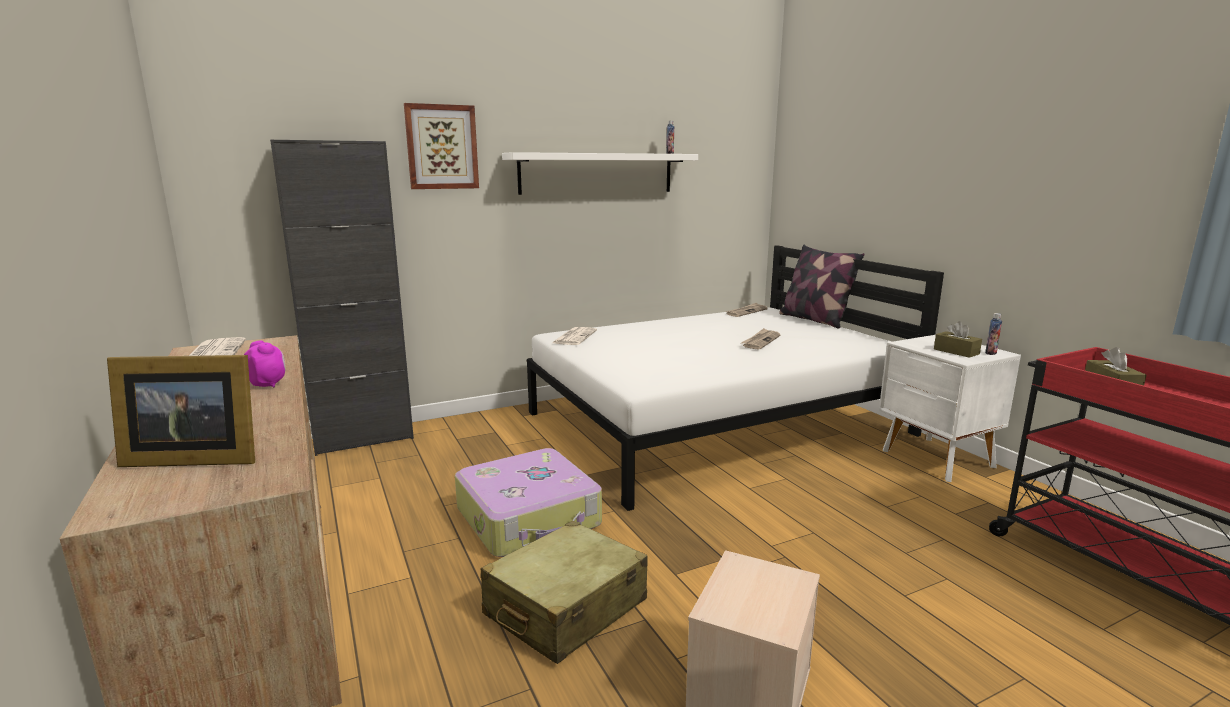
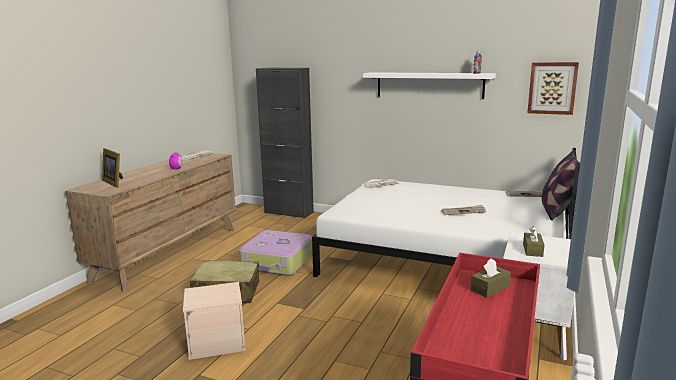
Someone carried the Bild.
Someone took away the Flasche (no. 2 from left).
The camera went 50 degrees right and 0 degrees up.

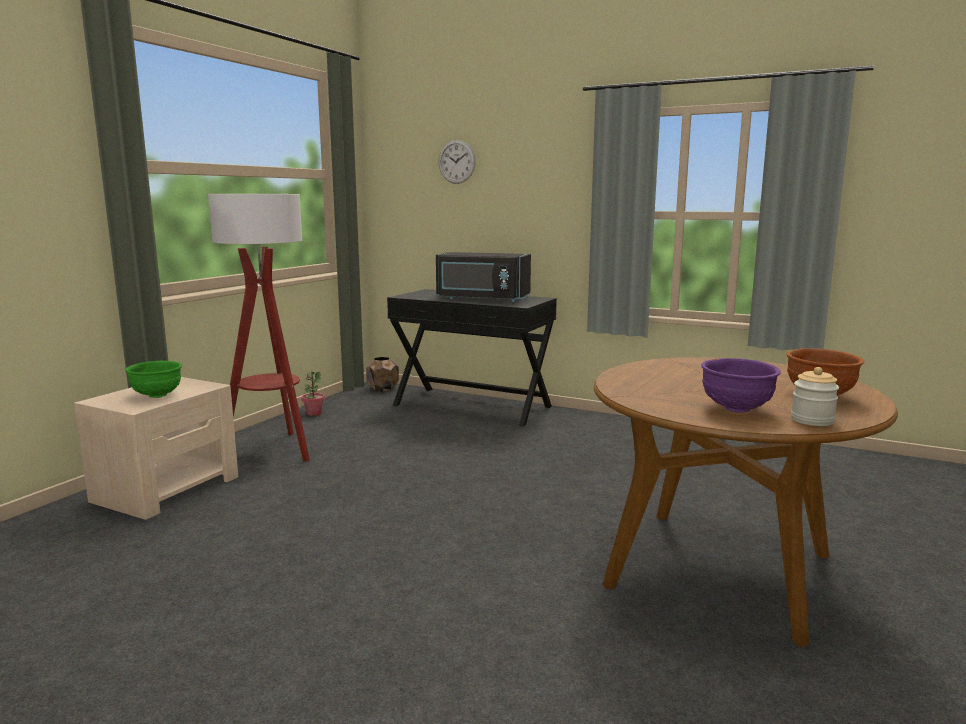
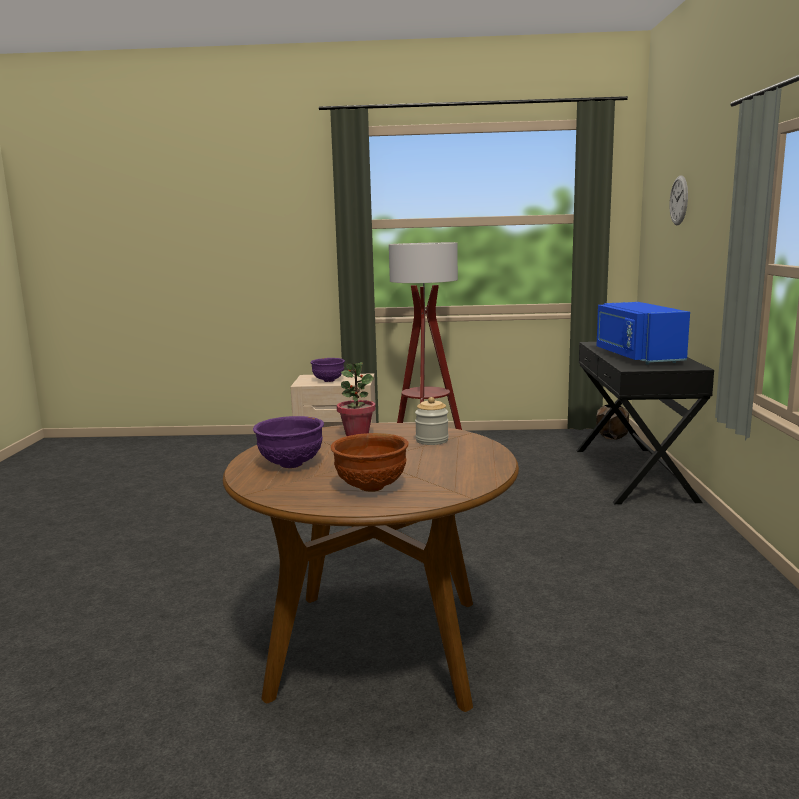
Someone repainted the Schüssel/grün, which became the Schüssel/lila (no. 2 from left).
Someone carried the Topfpflanze.
Someone carried the Vorratsglas.
Someone repainted the Mikrowelle/schwarz, which became the Mikrowelle/blau.
The camera went 65 degrees right and 0 degrees up.

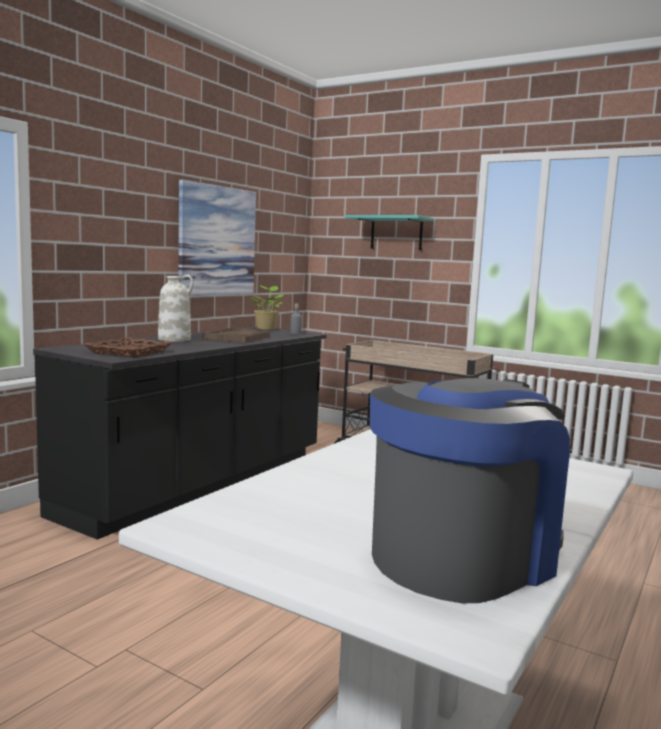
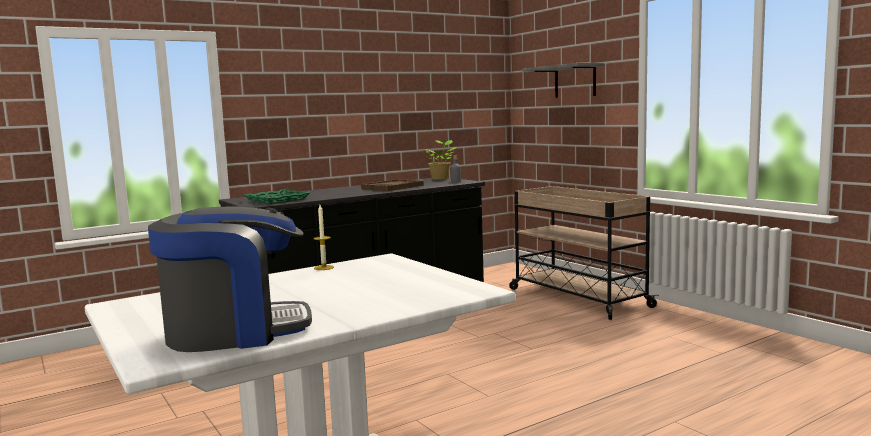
Someone repainted the Tablett/braun (no. 1 from left), which became the Tablett/grün.
Someone put down the Kerze.
Someone repainted the Wandregal/türkis, which became the Wandregal/grau.
Someone took away the Vase/weiß.
Someone took away the Bild.
The camera went 25 degrees right and 0 degrees up.

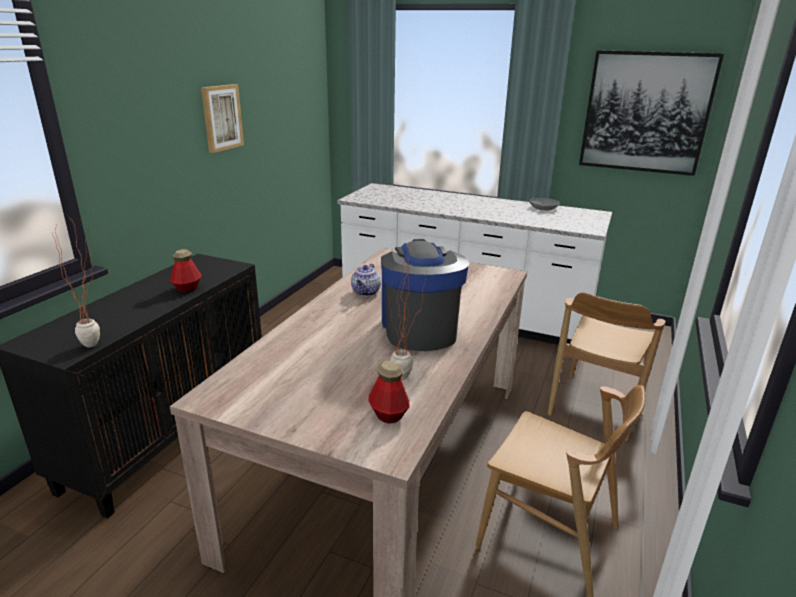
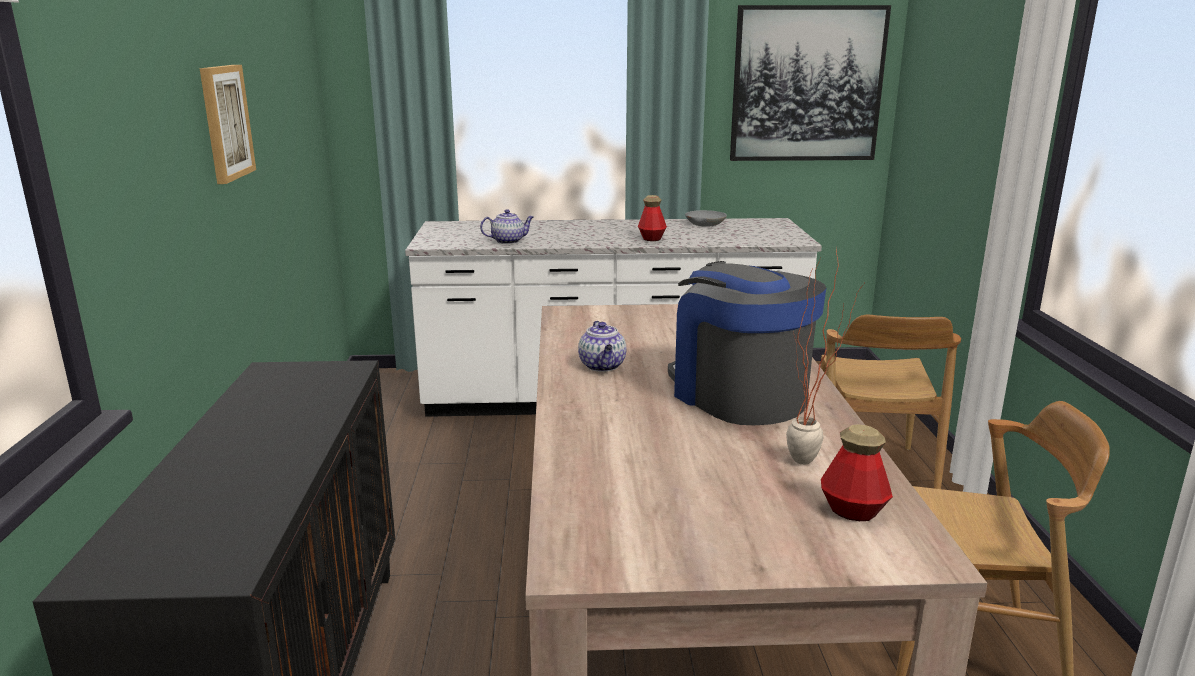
Someone put down the Teekanne (no. 1 from left).
Someone carried the Flasche (no. 1 from left).
Someone took away the Topfpflanze (no. 1 from left).
The camera went 25 degrees left and 5 degrees down.

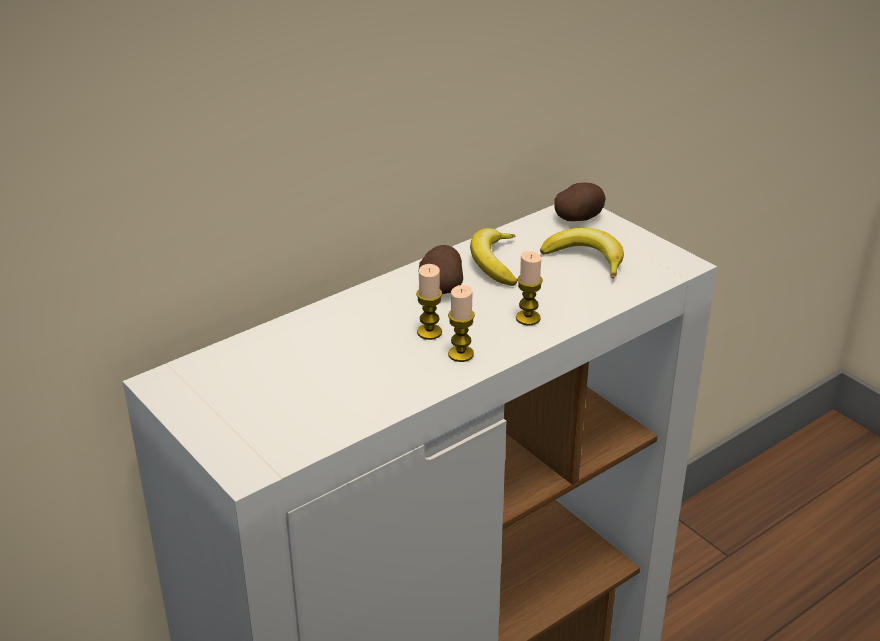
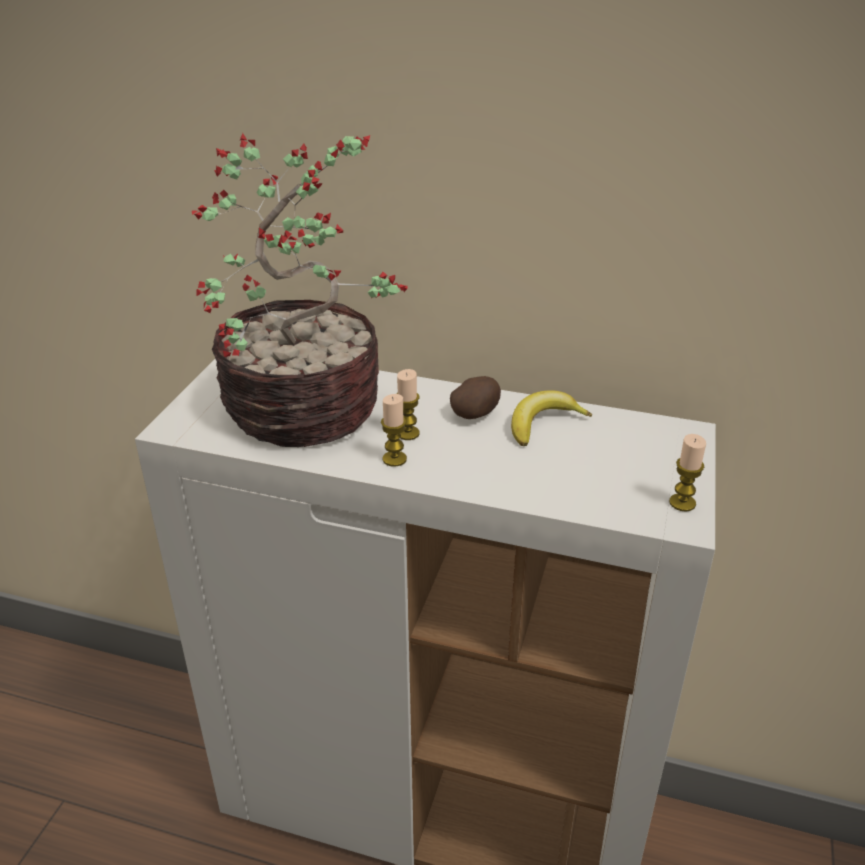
Someone put down the Topfpflanze.
Someone carried the Kerze (no. 3 from left).
Someone took away the Banane (no. 2 from left).
Someone took away the Kartoffel (no. 2 from left).
The camera went 55 degrees right and 0 degrees up.

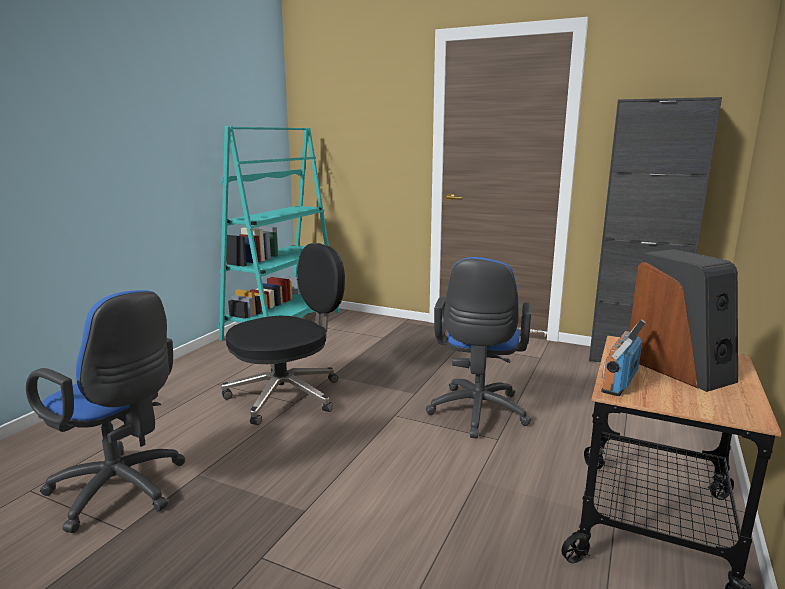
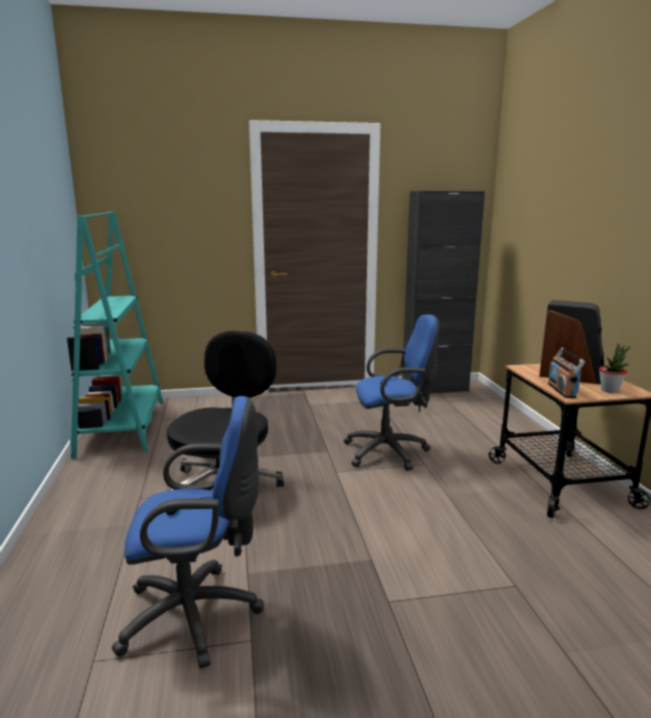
Someone rotated the Bürostuhl/blau (no. 2 from left) by 75 degrees counterclockwise.
Someone put down the Topfpflanze.
The camera went 35 degrees left and 0 degrees up.

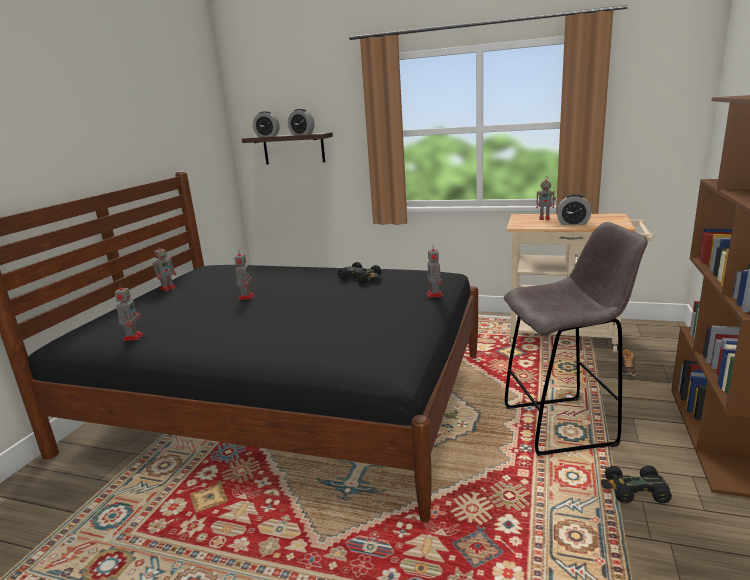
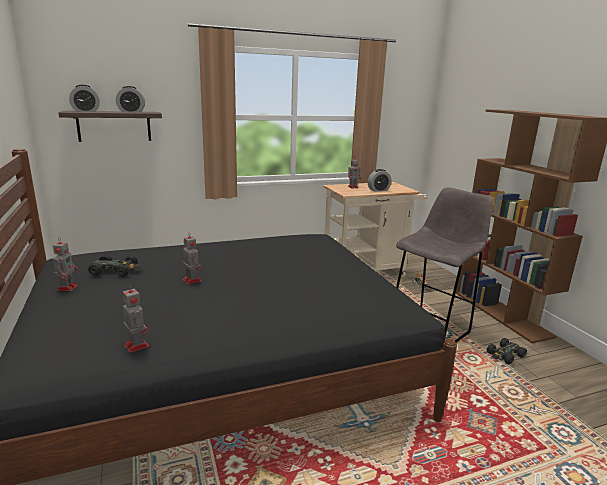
Someone carried the Spielzeugauto/schwarz (no. 1 from left).
Someone took away the Spielzeugroboter (no. 4 from left).
The camera went 40 degrees left and 0 degrees up.

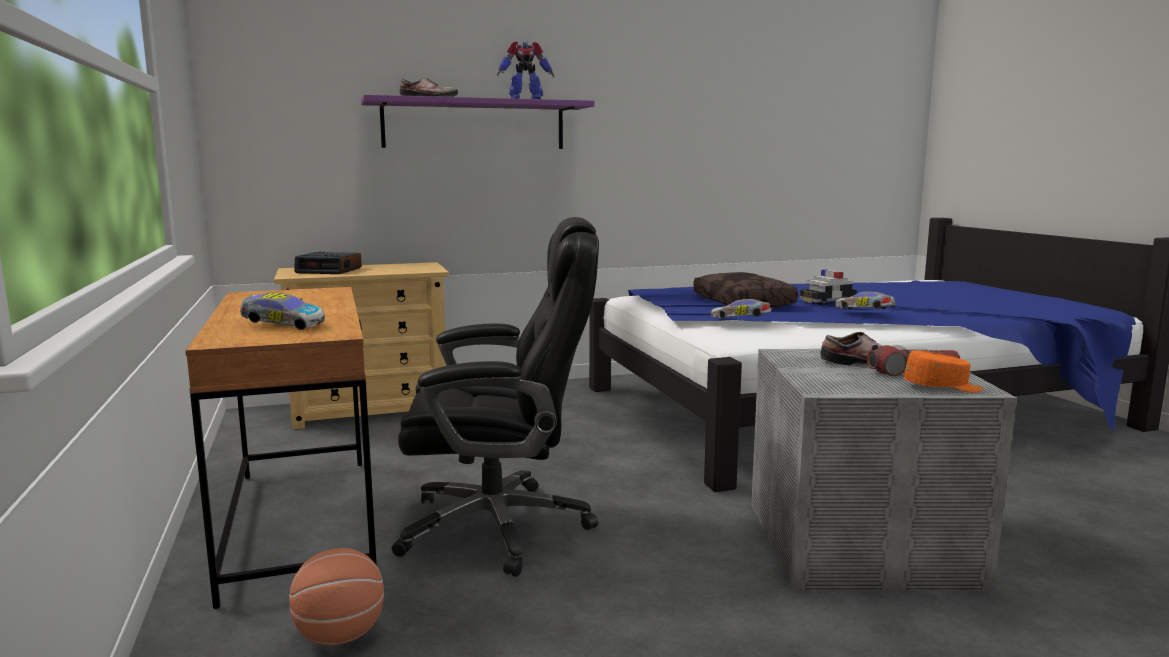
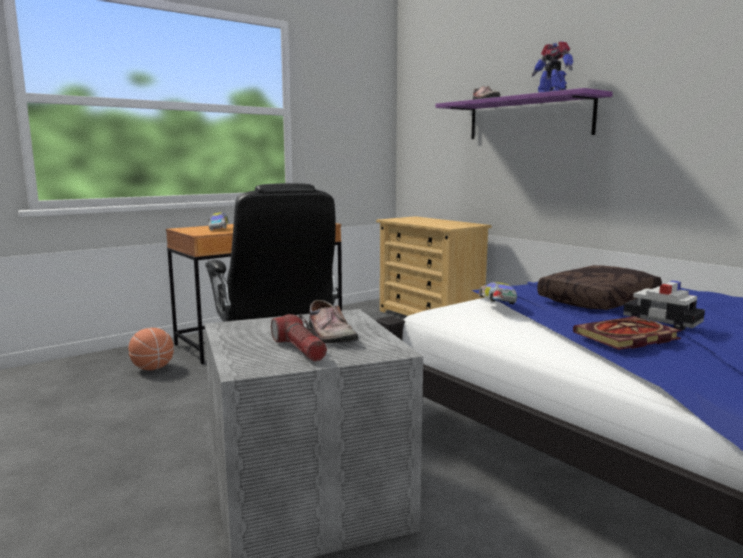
Someone swapped the Spielzeugauto (no. 4 from left) for the Buch.
Someone took away the Wecker.
Someone took away the Kappe/orange.
The camera went 70 degrees right and 0 degrees up.

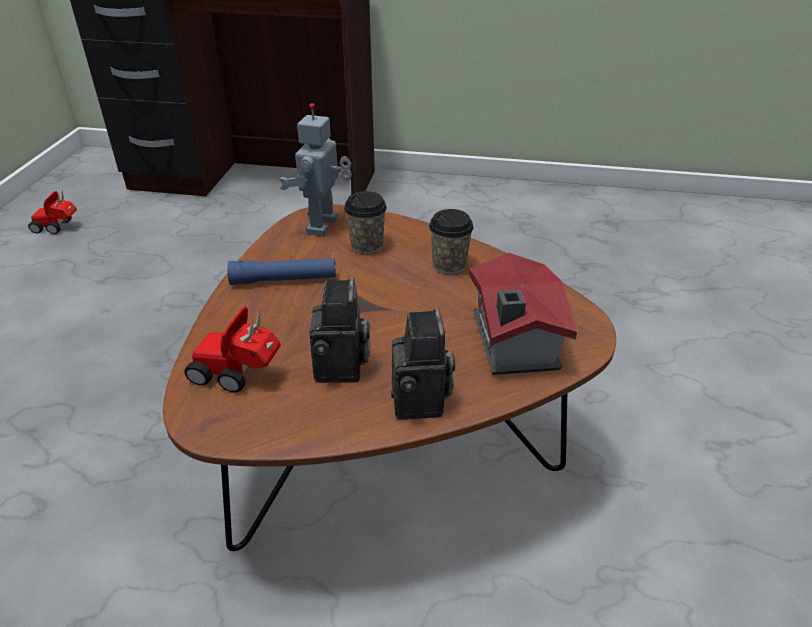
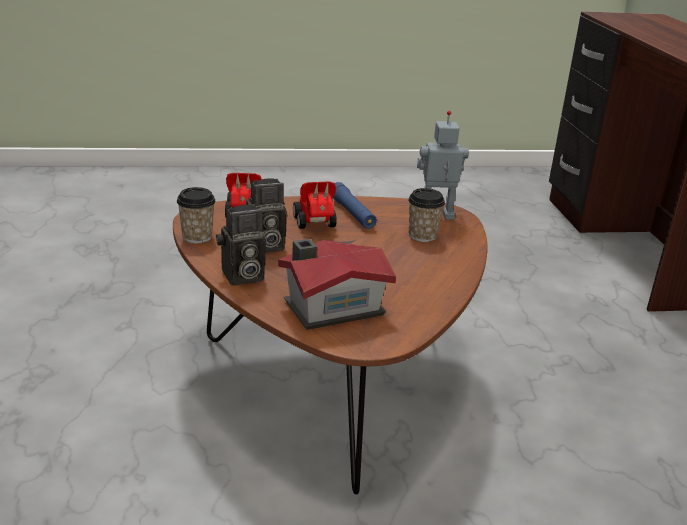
Someone carried the Tasse (no. 2 from left in the first image).
Someone carried the Spielzeugauto (no. 1 from left in the first image).
The camera went 70 degrees right and 10 degrees down.

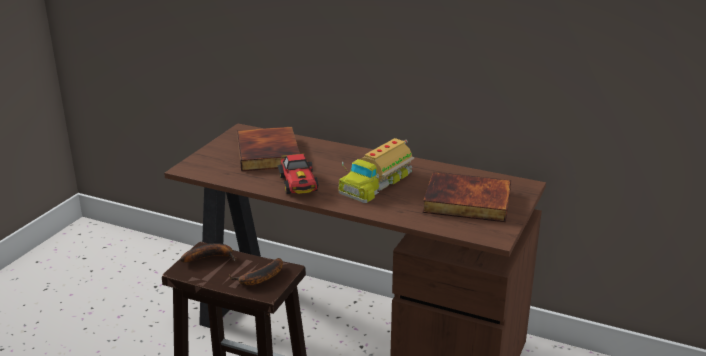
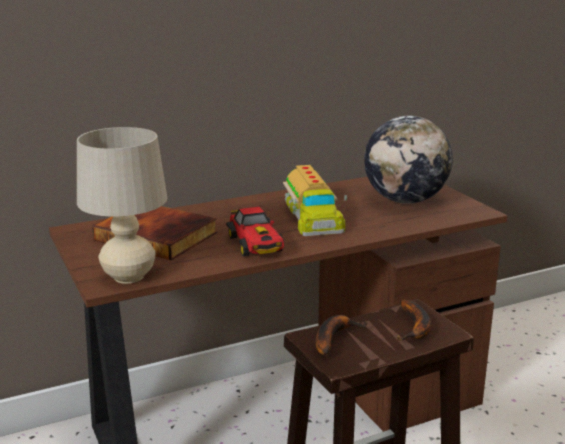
Someone put down the Tischlampe/beige.
Someone rotated the Spielzeugauto by 45 degrees clockwise.
Someone swapped the Buch (no. 2 from left) for the Globus.
The camera went 50 degrees left and 5 degrees down.

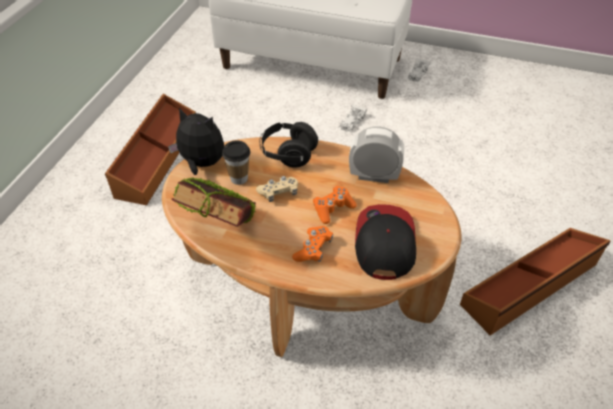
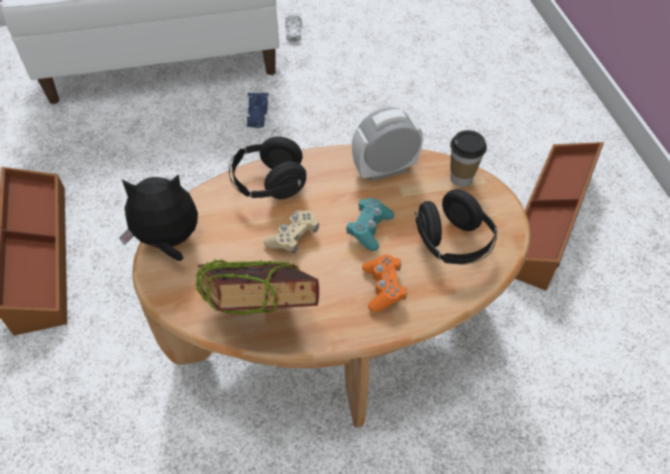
Someone repainted the Spielzeugauto/weiß (no. 1 from left), which became the Spielzeugauto/blau.
Someone repainted the Gamepad/orange (no. 2 from left), which became the Gamepad/türkis.
Someone swapped the Kappe for the Kopfhörer/schwarz (no. 2 from left).
Someone carried the Tasse.
The camera went 30 degrees left and 5 degrees up.

